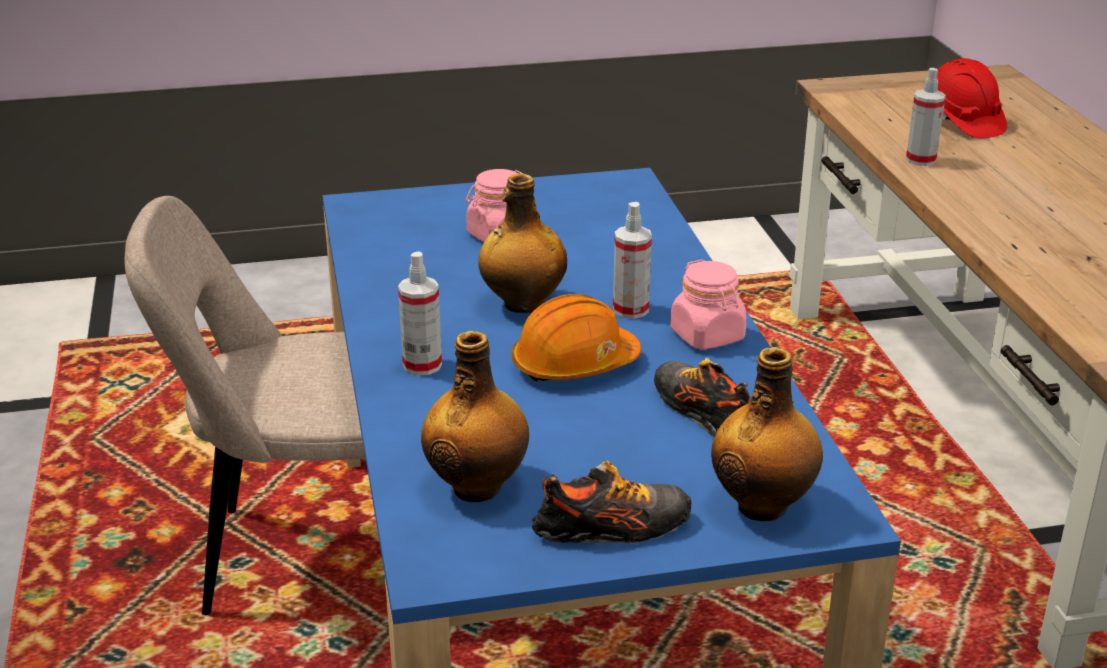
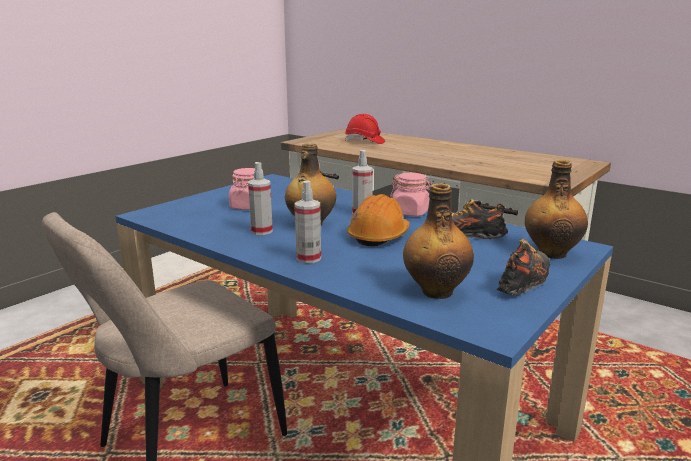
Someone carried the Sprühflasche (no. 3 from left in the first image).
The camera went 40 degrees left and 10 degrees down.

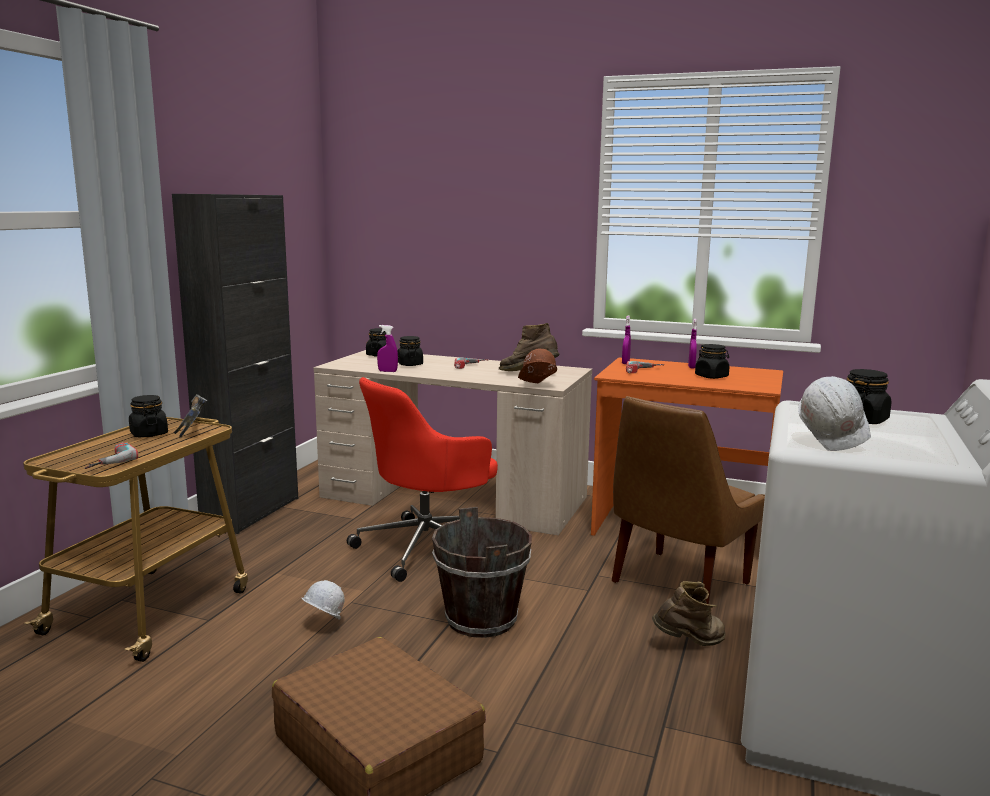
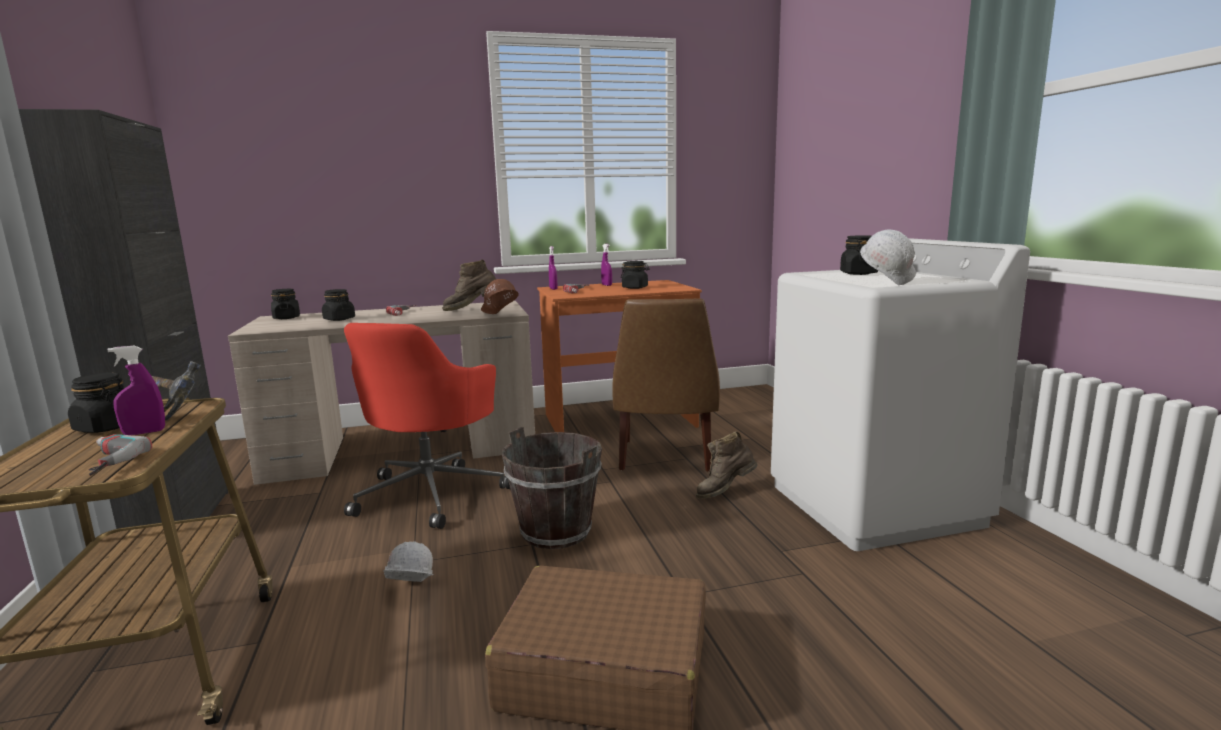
Someone carried the Sprühflasche/lila (no. 1 from left).
Someone rotated the Stiefel/braun (no. 2 from left) by 150 degrees counterclockwise.
The camera went 35 degrees left and 0 degrees up.

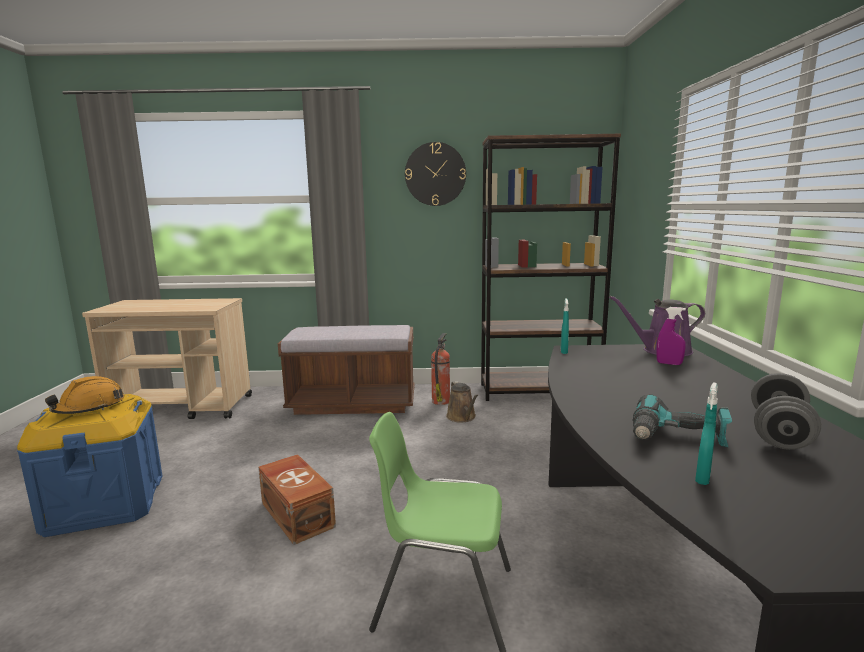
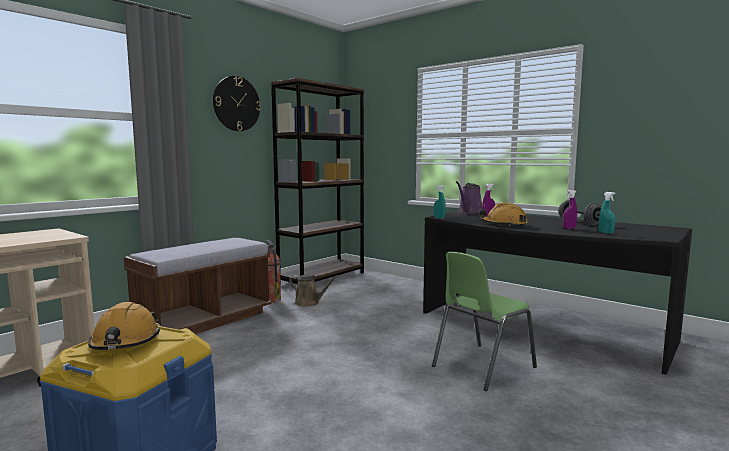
Someone put down the Schutzhelm/orange (no. 2 from left).
Someone swapped the Bohrmaschine for the Sprühflasche/lila (no. 2 from left).
Someone took away the Aufbewahrungsbox/braun.
The camera went 50 degrees left and 5 degrees down.

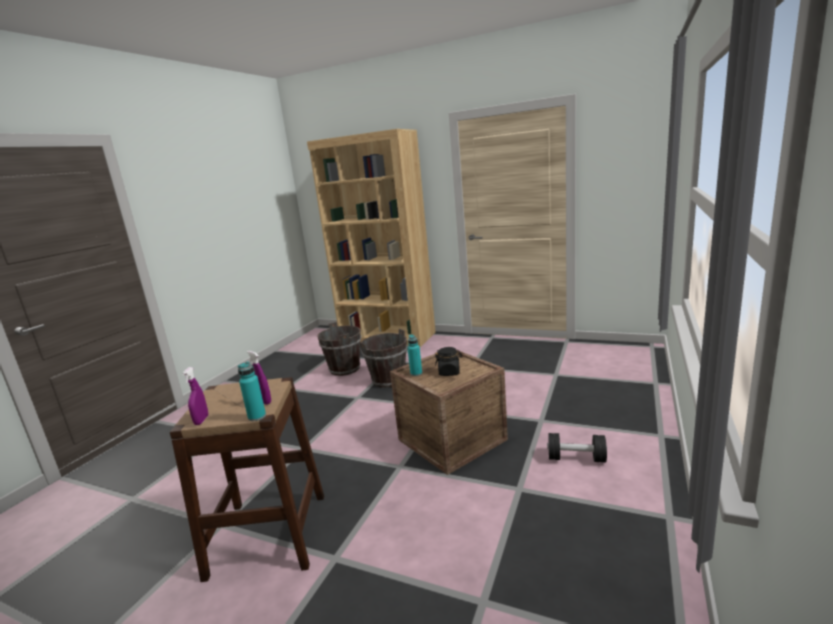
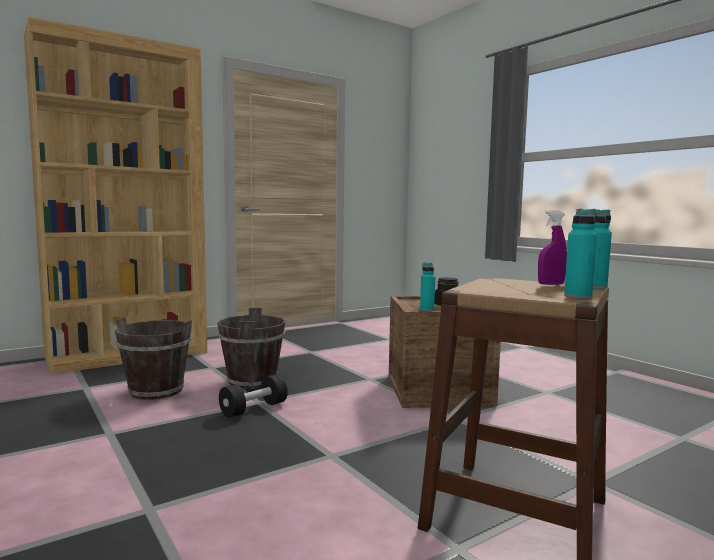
Someone carried the Hantel/schwarz.
Someone swapped the Sprühflasche/lila (no. 1 from left) for the Flasche/türkis (no. 2 from left).
The camera went 60 degrees left and 10 degrees down.

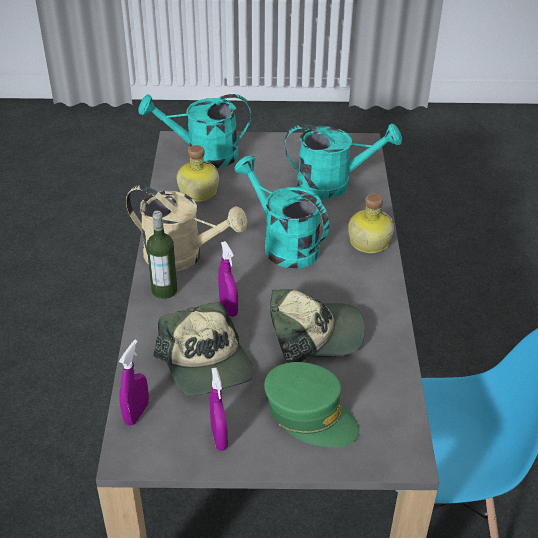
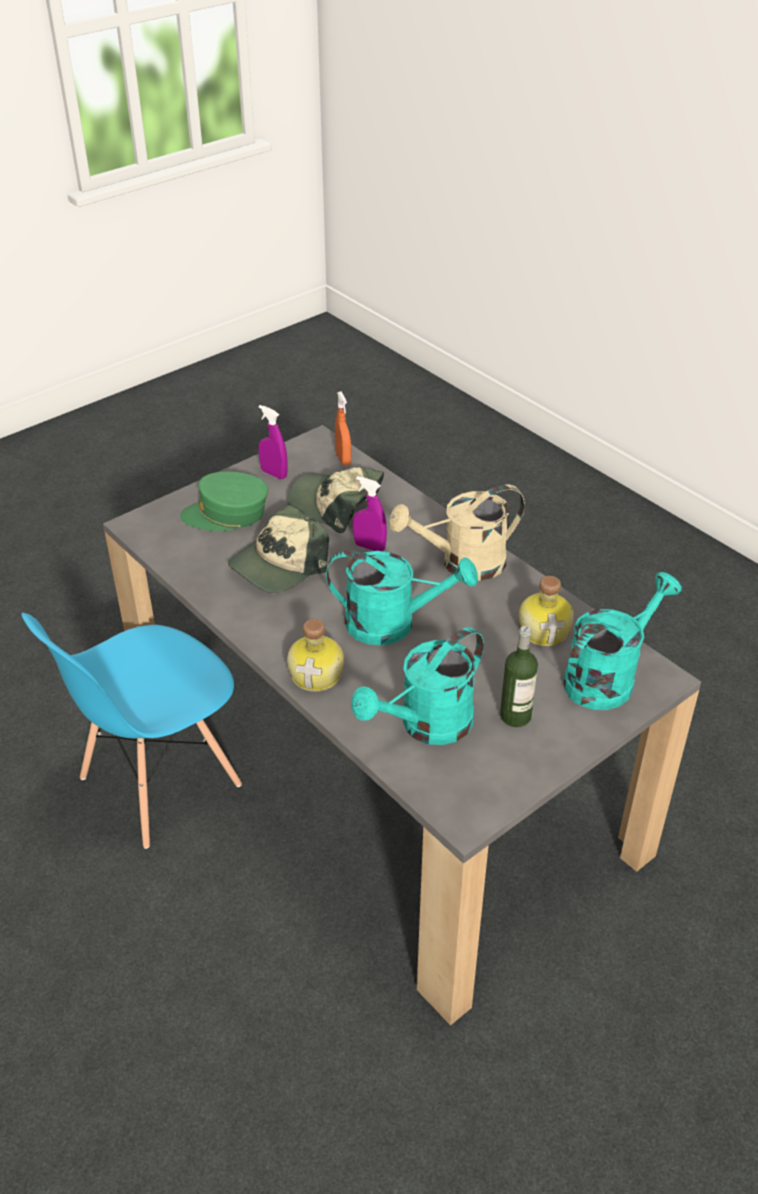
Someone repainted the Sprühflasche/lila (no. 1 from left), which became the Sprühflasche/orange.
Someone carried the Flasche (no. 1 from left in the first image).
The camera went 140 degrees right and 0 degrees up.

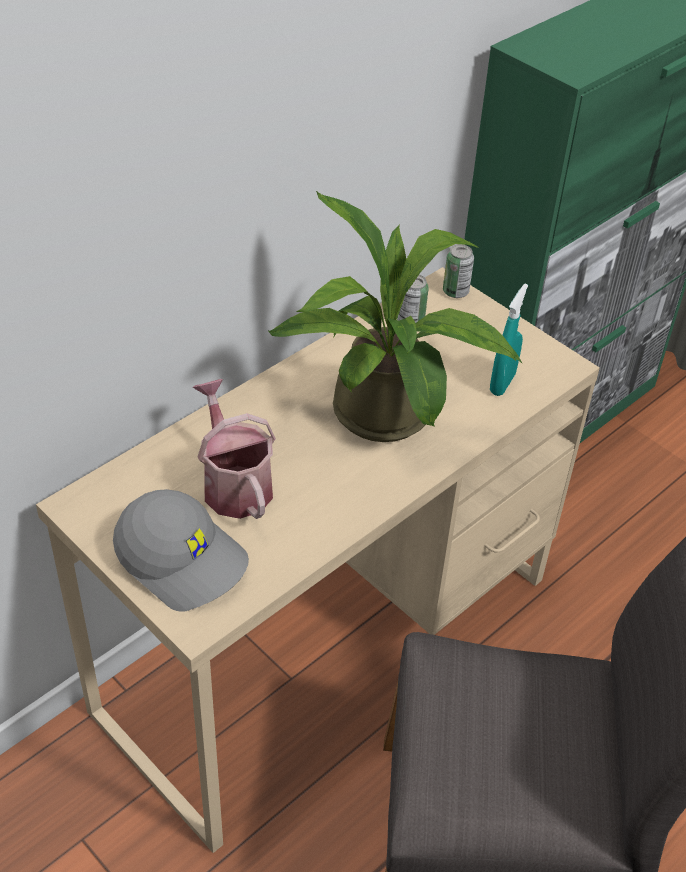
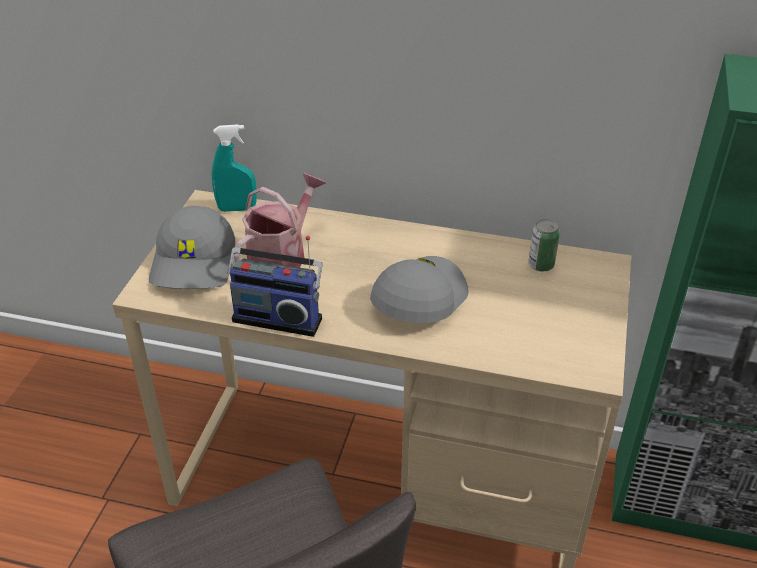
Someone carried the Sprühflasche/türkis.
Someone put down the Radio.
Someone swapped the Topfpflanze for the Kappe/grau (no. 2 from left).
Someone took away the Dose (no. 2 from left).
The camera went 60 degrees right and 5 degrees down.

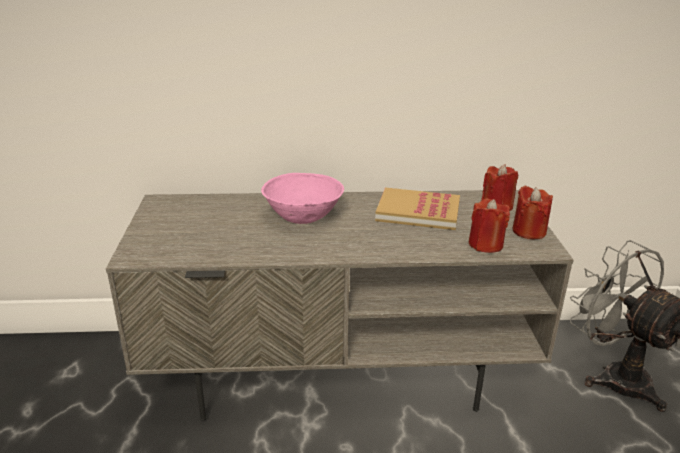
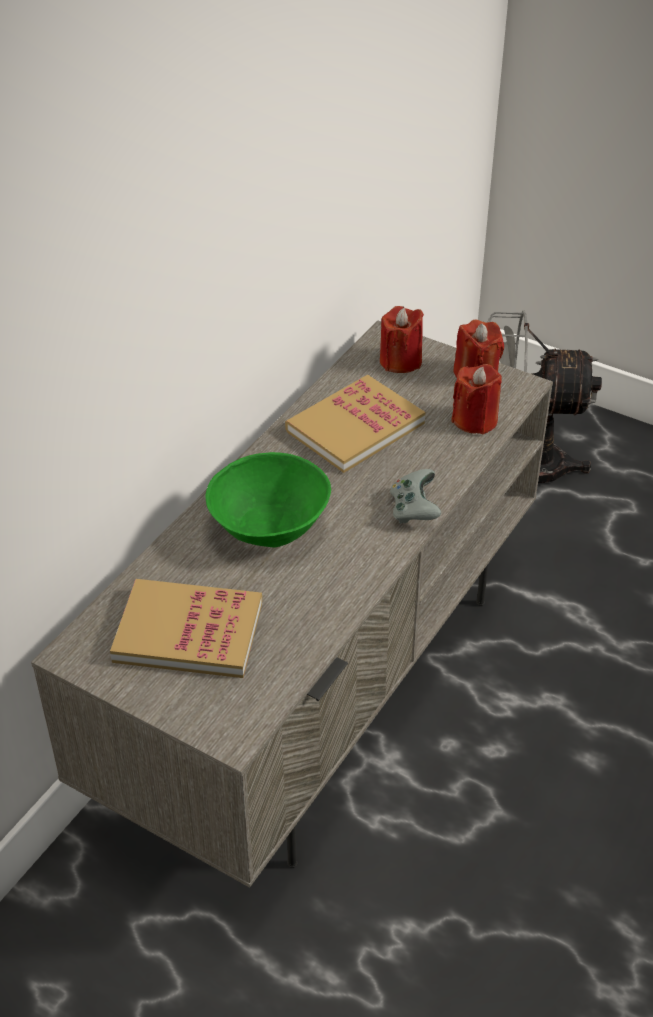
Someone put down the Buch (no. 1 from left).
Someone repainted the Schüssel/rosa, which became the Schüssel/grün.
Someone put down the Gamepad/grau.
The camera went 55 degrees left and 15 degrees up.

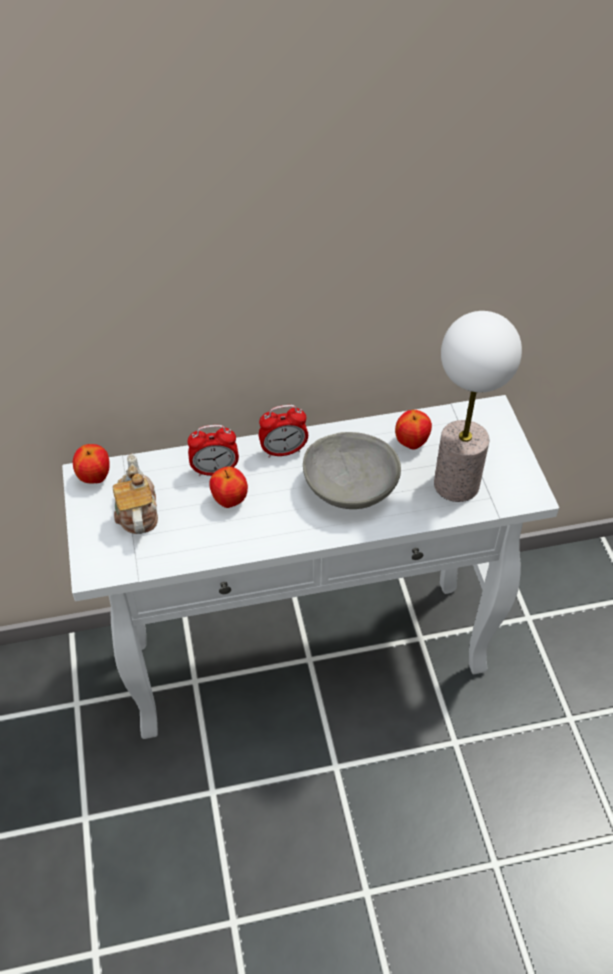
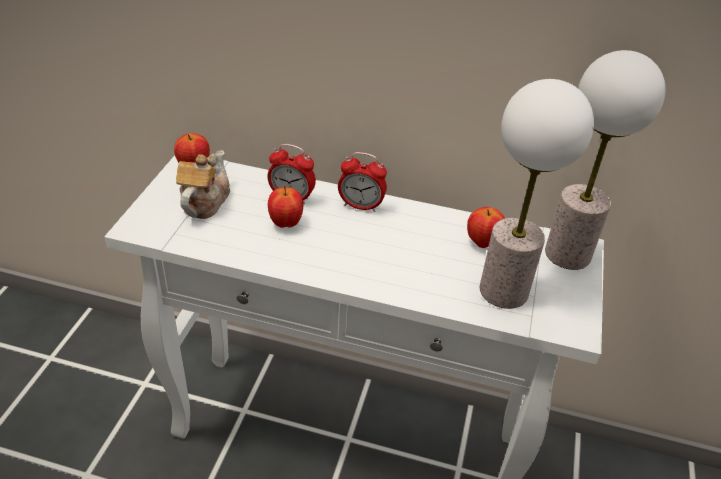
Someone put down the Tischlampe (no. 2 from left).
Someone took away the Schüssel/grau.
The camera went 25 degrees right and 10 degrees down.

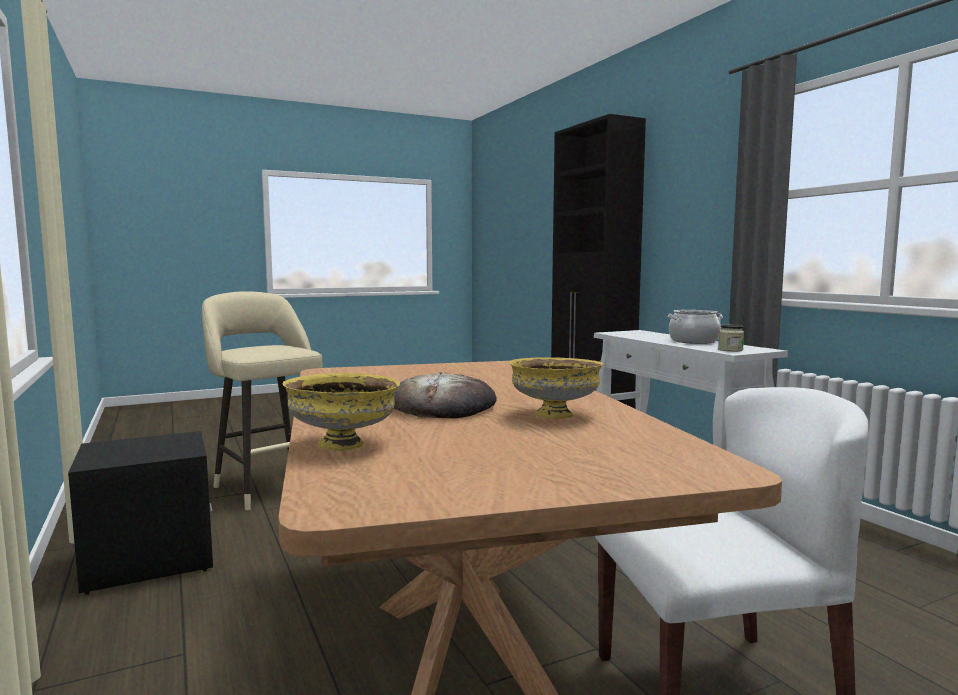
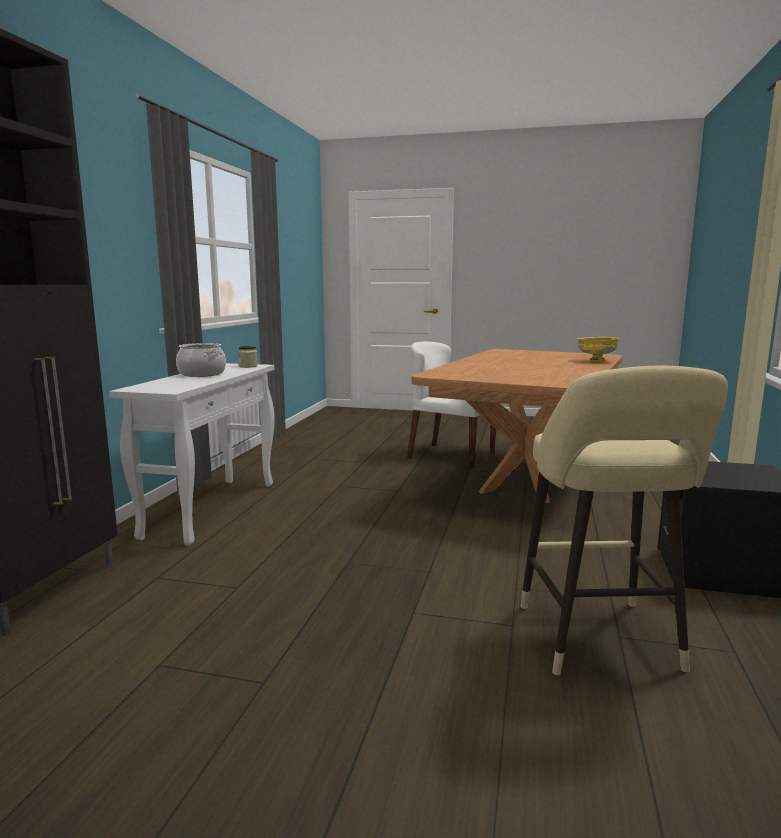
Someone took away the Brot.
Someone took away the Schüssel/gelb (no. 2 from left).
The camera went 140 degrees left and 5 degrees up.

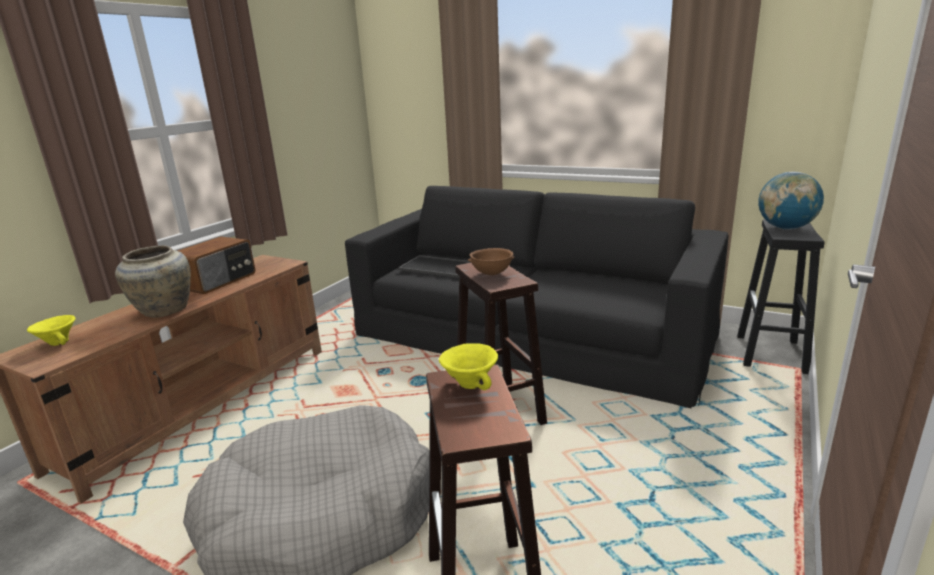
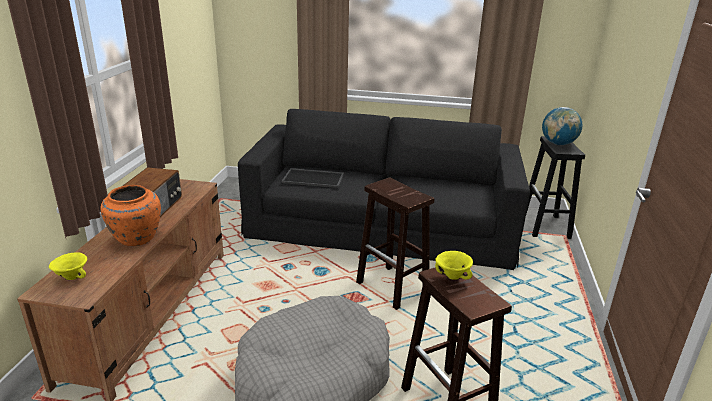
Someone repainted the Vase/beige, which became the Vase/orange.
Someone took away the Schüssel/braun.
The camera went 20 degrees left and 5 degrees up.

